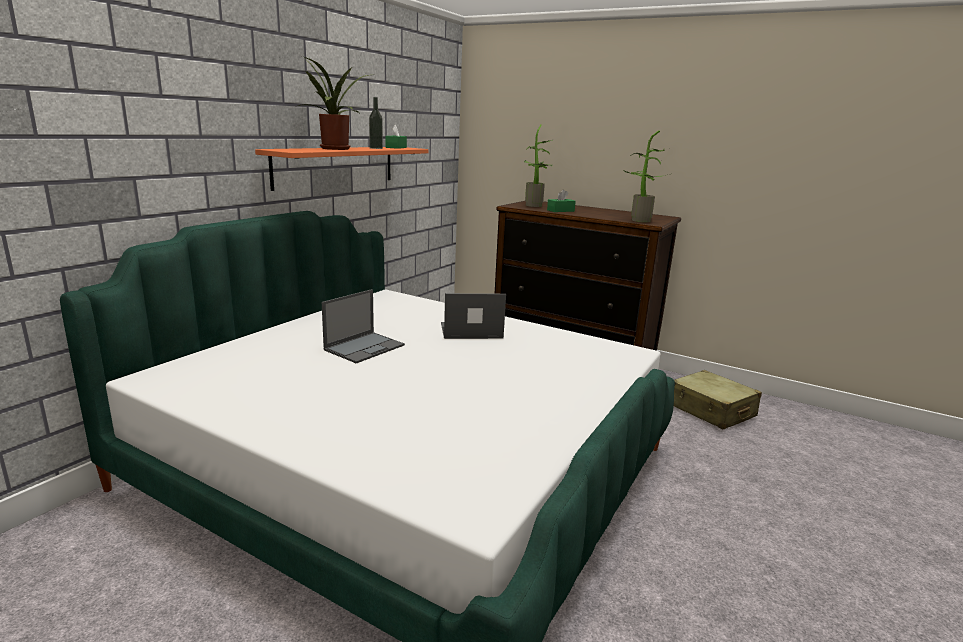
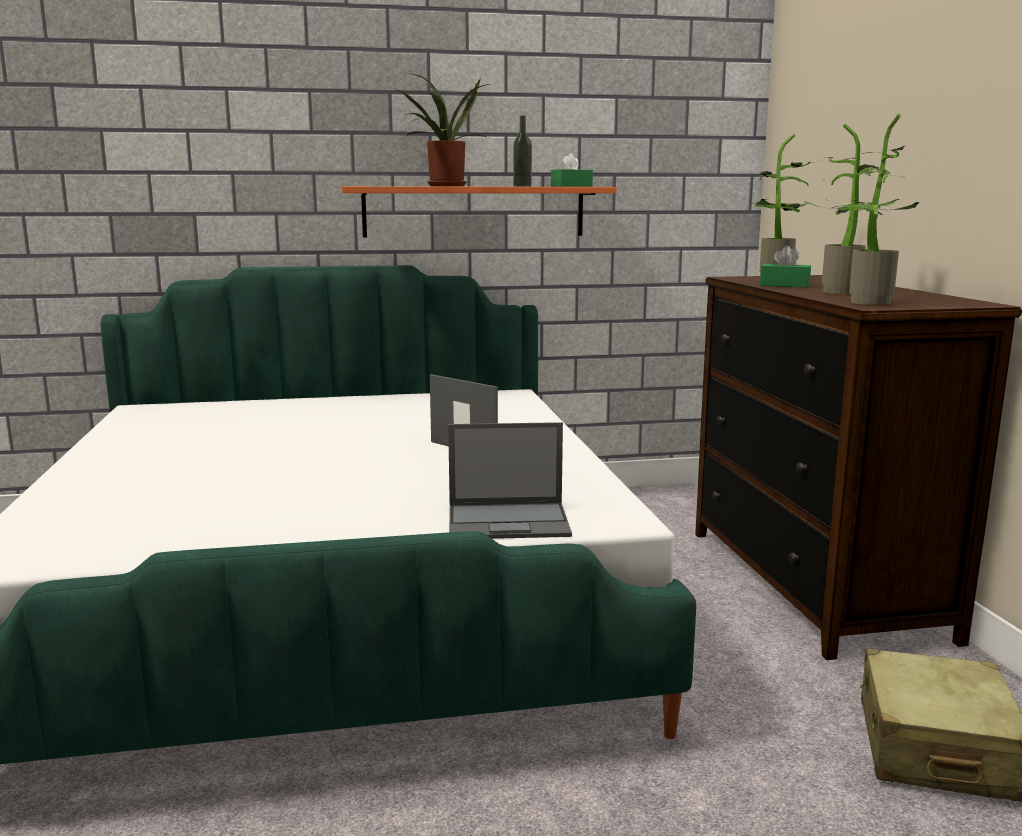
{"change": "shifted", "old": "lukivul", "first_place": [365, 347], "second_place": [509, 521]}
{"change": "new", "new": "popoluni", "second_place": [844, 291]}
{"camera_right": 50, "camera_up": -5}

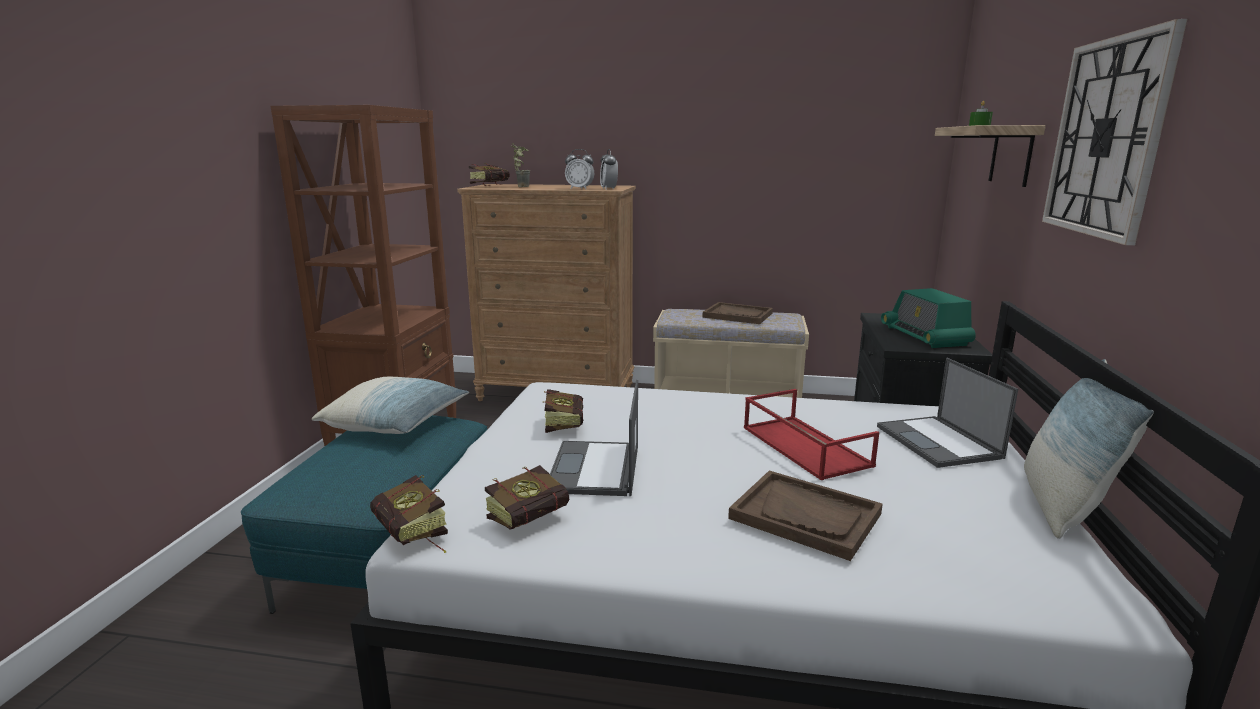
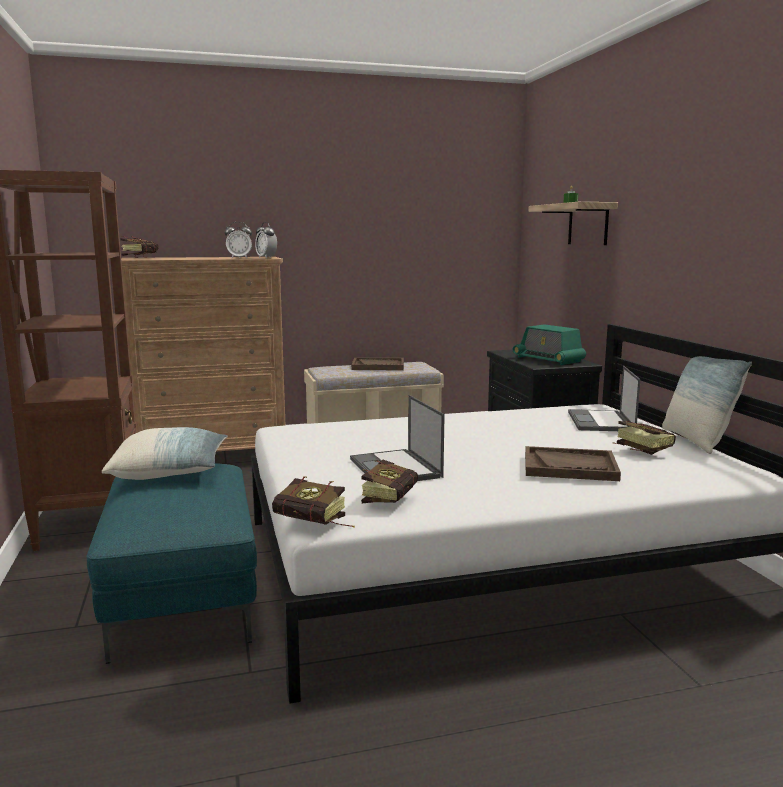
{"change": "gone", "old": "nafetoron", "first_place": [1106, 137]}
{"change": "gone", "old": "popoluni", "first_place": [521, 186]}
{"change": "rotated", "old": "lukivul", "first_place": [939, 442], "second_place": [601, 422], "degrees": 45}
{"change": "shifted", "old": "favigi", "first_place": [564, 424], "second_place": [639, 449]}
{"change": "gone", "old": "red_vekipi", "first_place": [803, 446]}
{"camera_right": -25, "camera_up": -5}

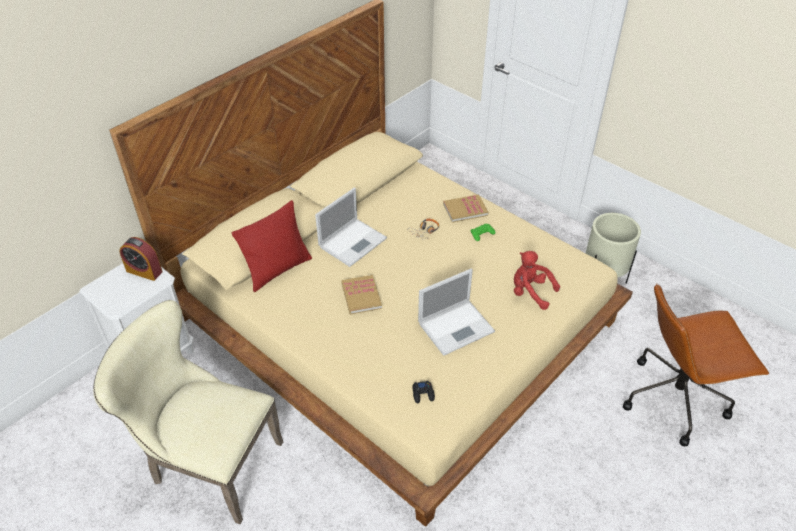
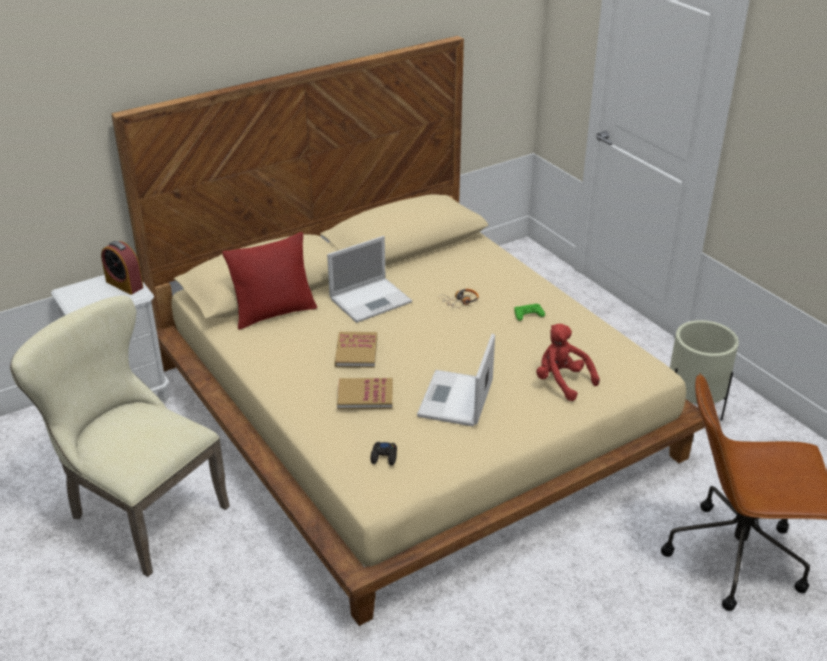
{"change": "shifted", "old": "favigi", "first_place": [465, 209], "second_place": [365, 395]}
{"change": "rotated", "old": "lukivul", "first_place": [457, 326], "second_place": [455, 400], "degrees": 120}
{"camera_right": 15, "camera_up": -10}

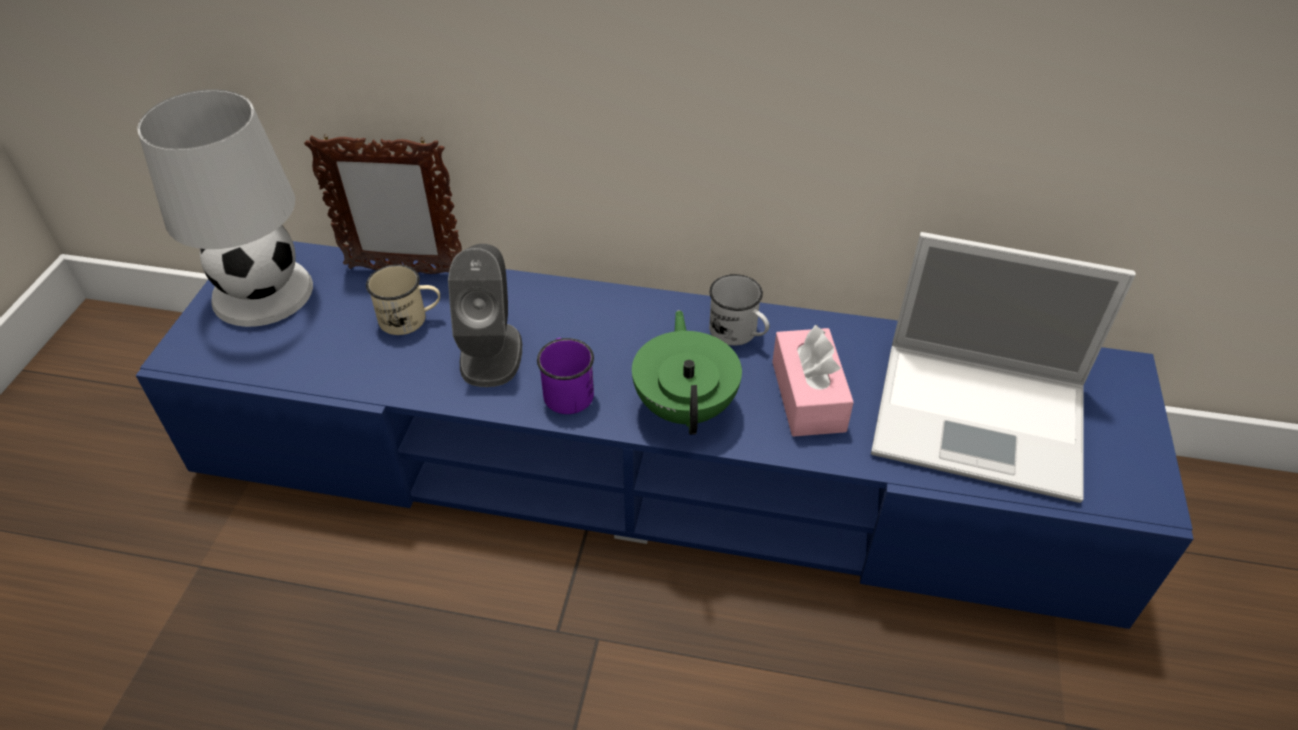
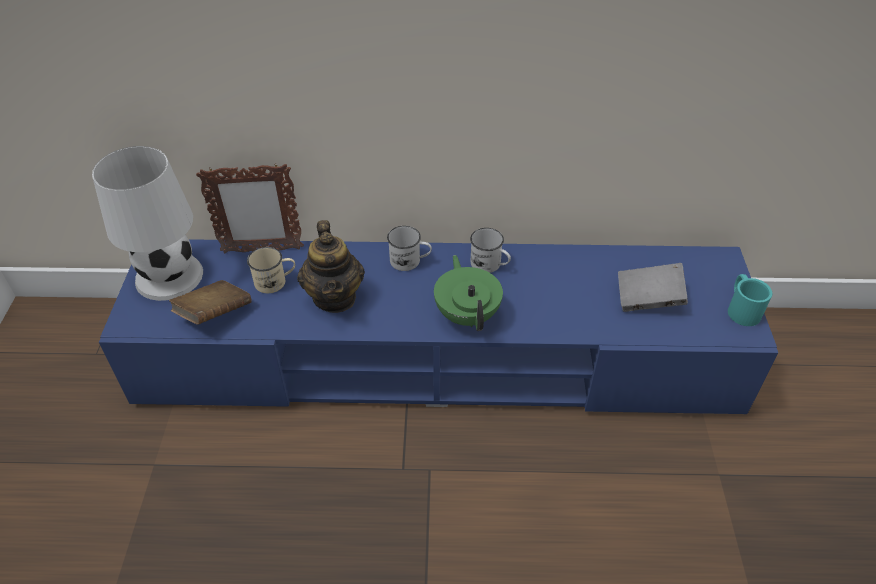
{"change": "swapped", "old": "lukivul", "new": "grey_favigi", "first_place": [984, 419], "second_place": [648, 299]}
{"change": "swapped", "old": "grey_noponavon", "new": "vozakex", "first_place": [491, 353], "second_place": [335, 297]}
{"change": "gone", "old": "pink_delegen", "first_place": [808, 396]}
{"change": "gone", "old": "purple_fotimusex", "first_place": [567, 389]}
{"change": "new", "new": "white_fotimusex", "second_place": [410, 261]}
{"change": "new", "new": "turquoise_fotimusex", "second_place": [741, 308]}
{"change": "new", "new": "brown_favigi", "second_place": [214, 314]}
{"camera_right": -10, "camera_up": 0}

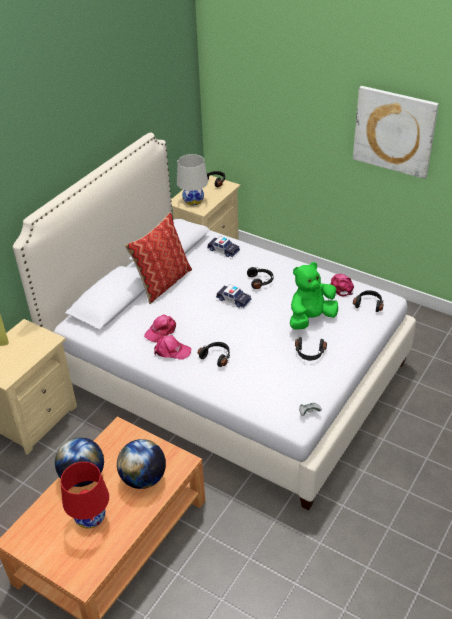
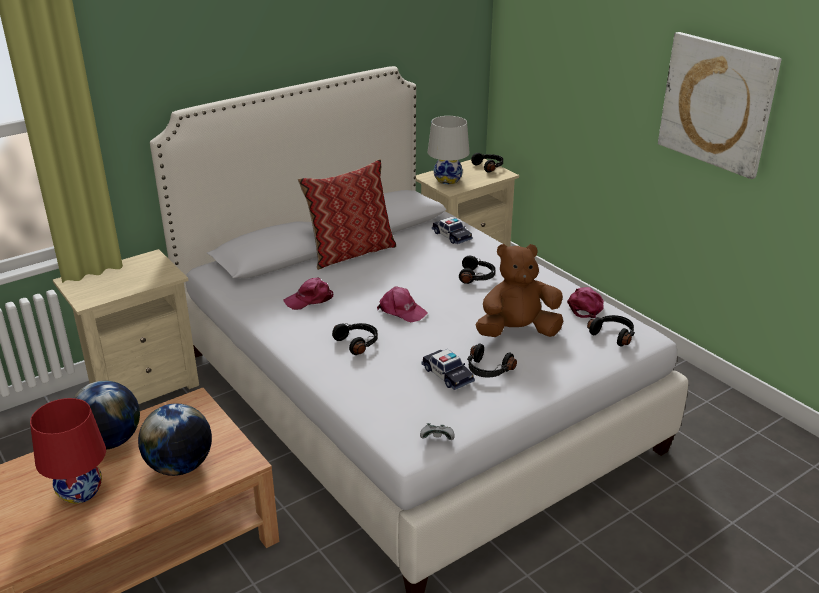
{"change": "repainted", "old": "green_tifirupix", "new": "brown_tifirupix", "first_place": [311, 318], "second_place": [517, 332]}
{"change": "shifted", "old": "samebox", "first_place": [233, 299], "second_place": [447, 375]}
{"change": "shifted", "old": "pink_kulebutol", "first_place": [172, 351], "second_place": [402, 311]}
{"camera_right": 20, "camera_up": -10}

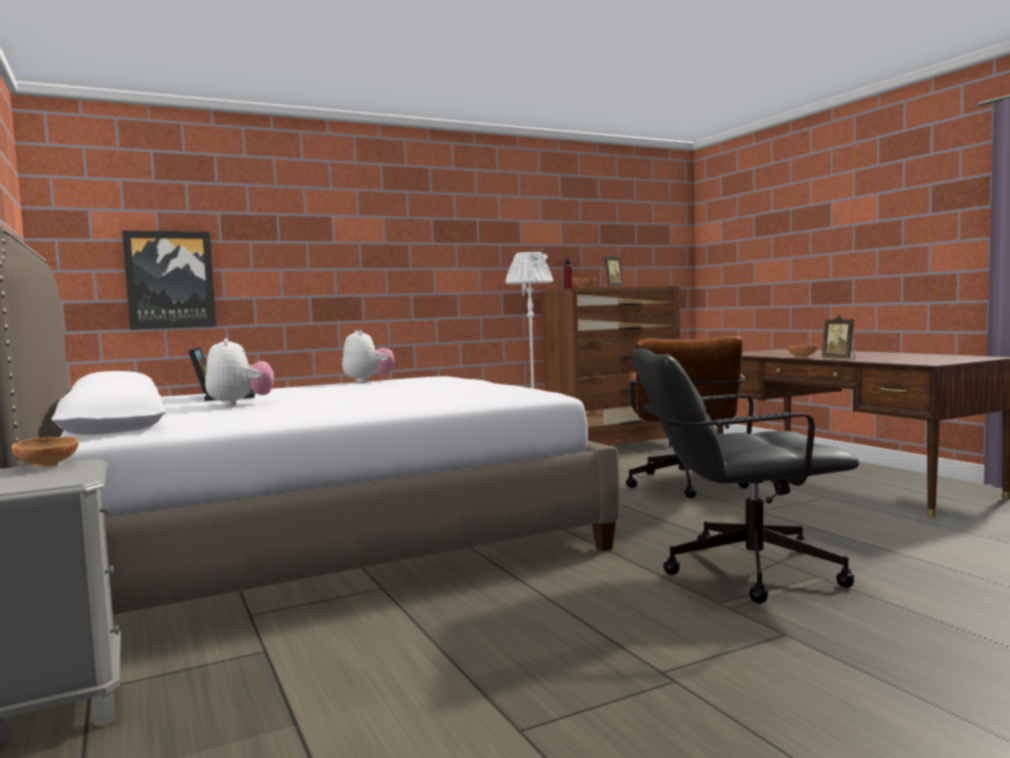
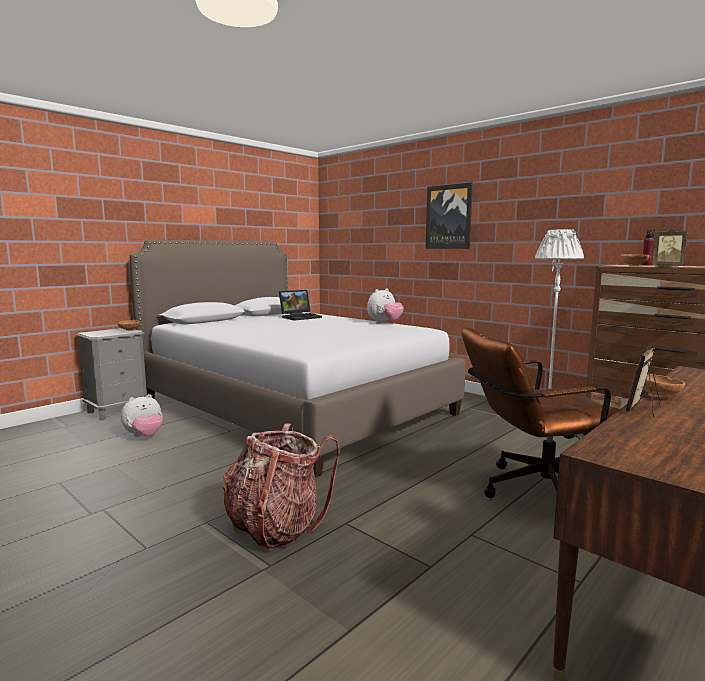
{"change": "shifted", "old": "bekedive", "first_place": [170, 280], "second_place": [449, 217]}
{"change": "shifted", "old": "tifirupix", "first_place": [240, 404], "second_place": [144, 436]}
{"change": "swapped", "old": "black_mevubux", "new": "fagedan", "first_place": [737, 571], "second_place": [276, 527]}
{"camera_right": 70, "camera_up": 5}

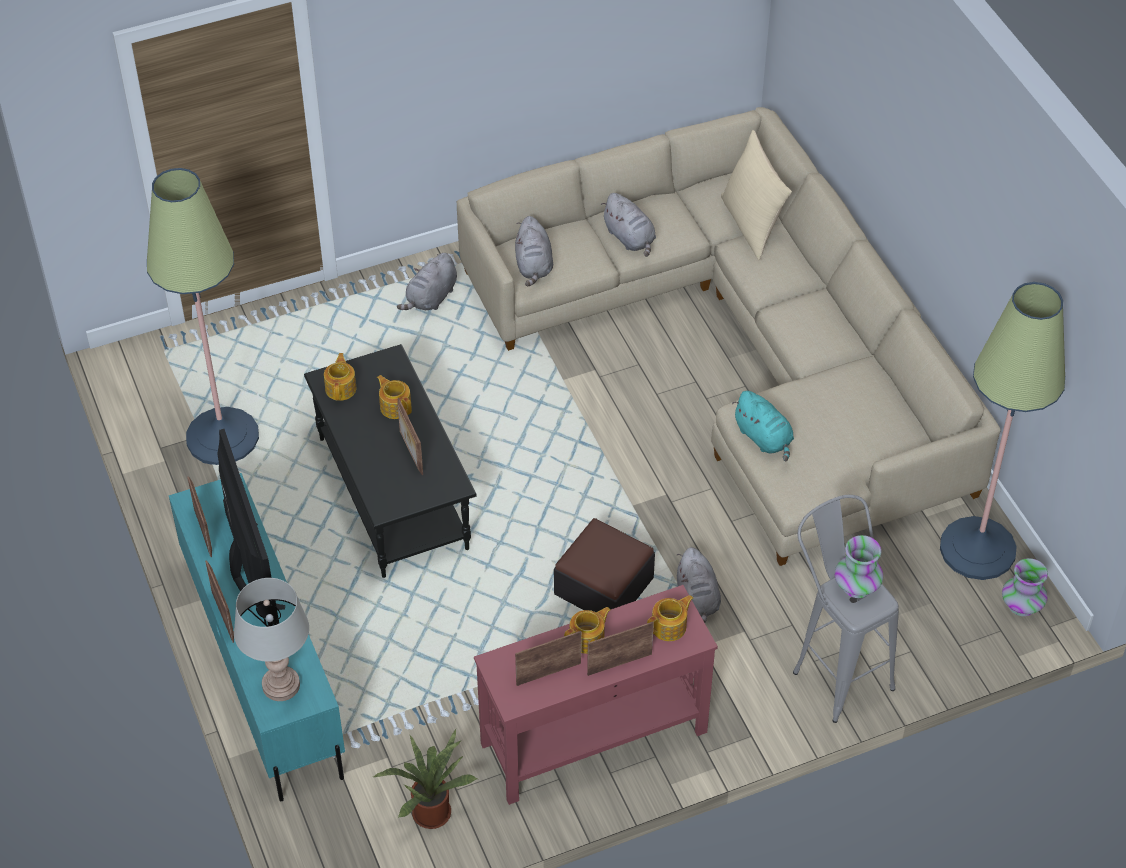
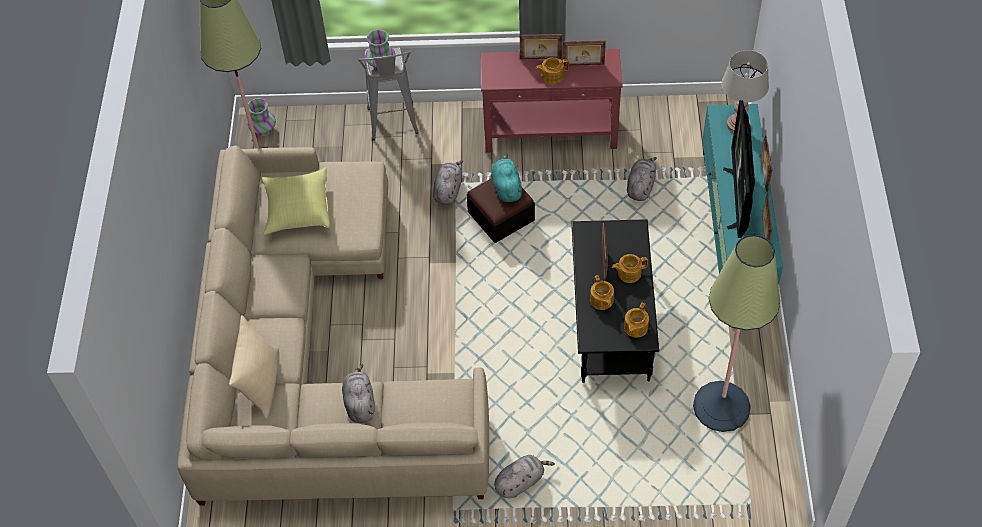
{"change": "shifted", "old": "grey_tifirupix", "first_place": [534, 266], "second_place": [640, 186]}
{"change": "shifted", "old": "turquoise_tifirupix", "first_place": [764, 438], "second_place": [506, 187]}
{"change": "shifted", "old": "vozakex", "first_place": [669, 627], "second_place": [628, 273]}
{"change": "gone", "old": "popoluni", "first_place": [430, 809]}
{"change": "new", "new": "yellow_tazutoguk", "second_place": [297, 210]}
{"camera_right": -155, "camera_up": 5}

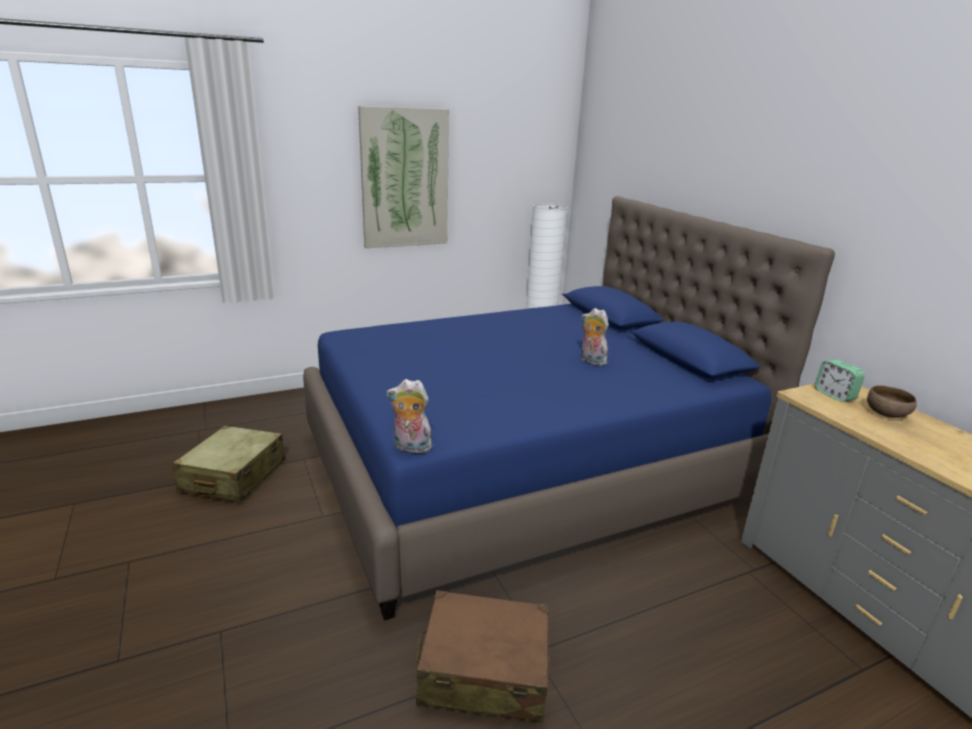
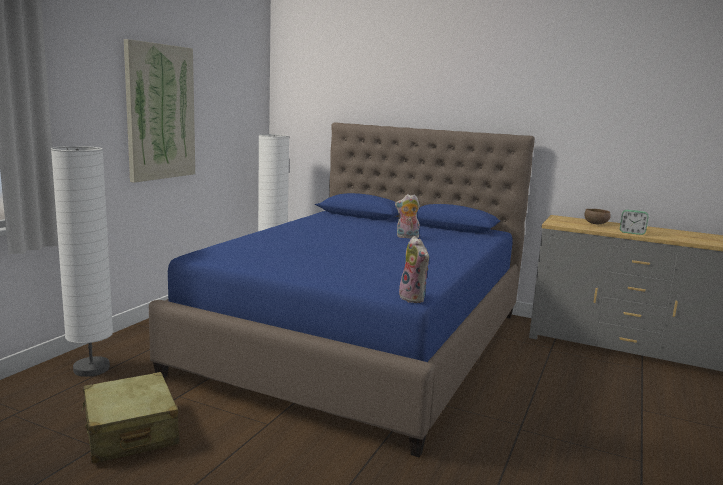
{"change": "shifted", "old": "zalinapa", "first_place": [834, 395], "second_place": [632, 233]}
{"change": "rotated", "old": "tifirupix", "first_place": [410, 448], "second_place": [414, 298], "degrees": -90}
{"change": "gone", "old": "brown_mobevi", "first_place": [483, 670]}
{"change": "new", "new": "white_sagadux", "second_place": [91, 369]}
{"camera_right": -40, "camera_up": -10}

